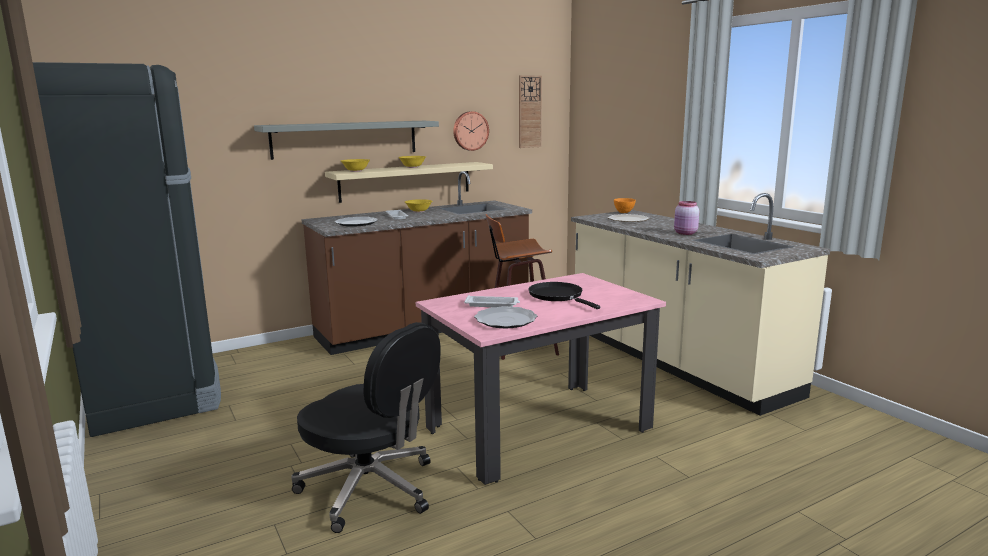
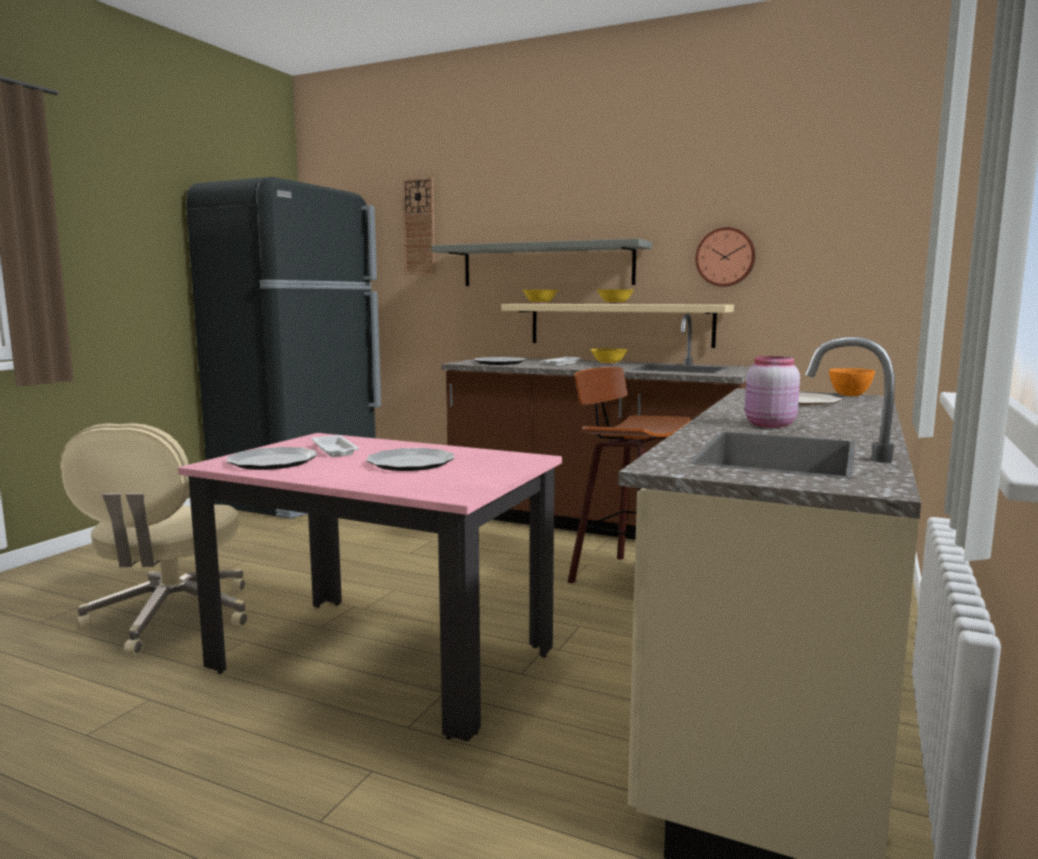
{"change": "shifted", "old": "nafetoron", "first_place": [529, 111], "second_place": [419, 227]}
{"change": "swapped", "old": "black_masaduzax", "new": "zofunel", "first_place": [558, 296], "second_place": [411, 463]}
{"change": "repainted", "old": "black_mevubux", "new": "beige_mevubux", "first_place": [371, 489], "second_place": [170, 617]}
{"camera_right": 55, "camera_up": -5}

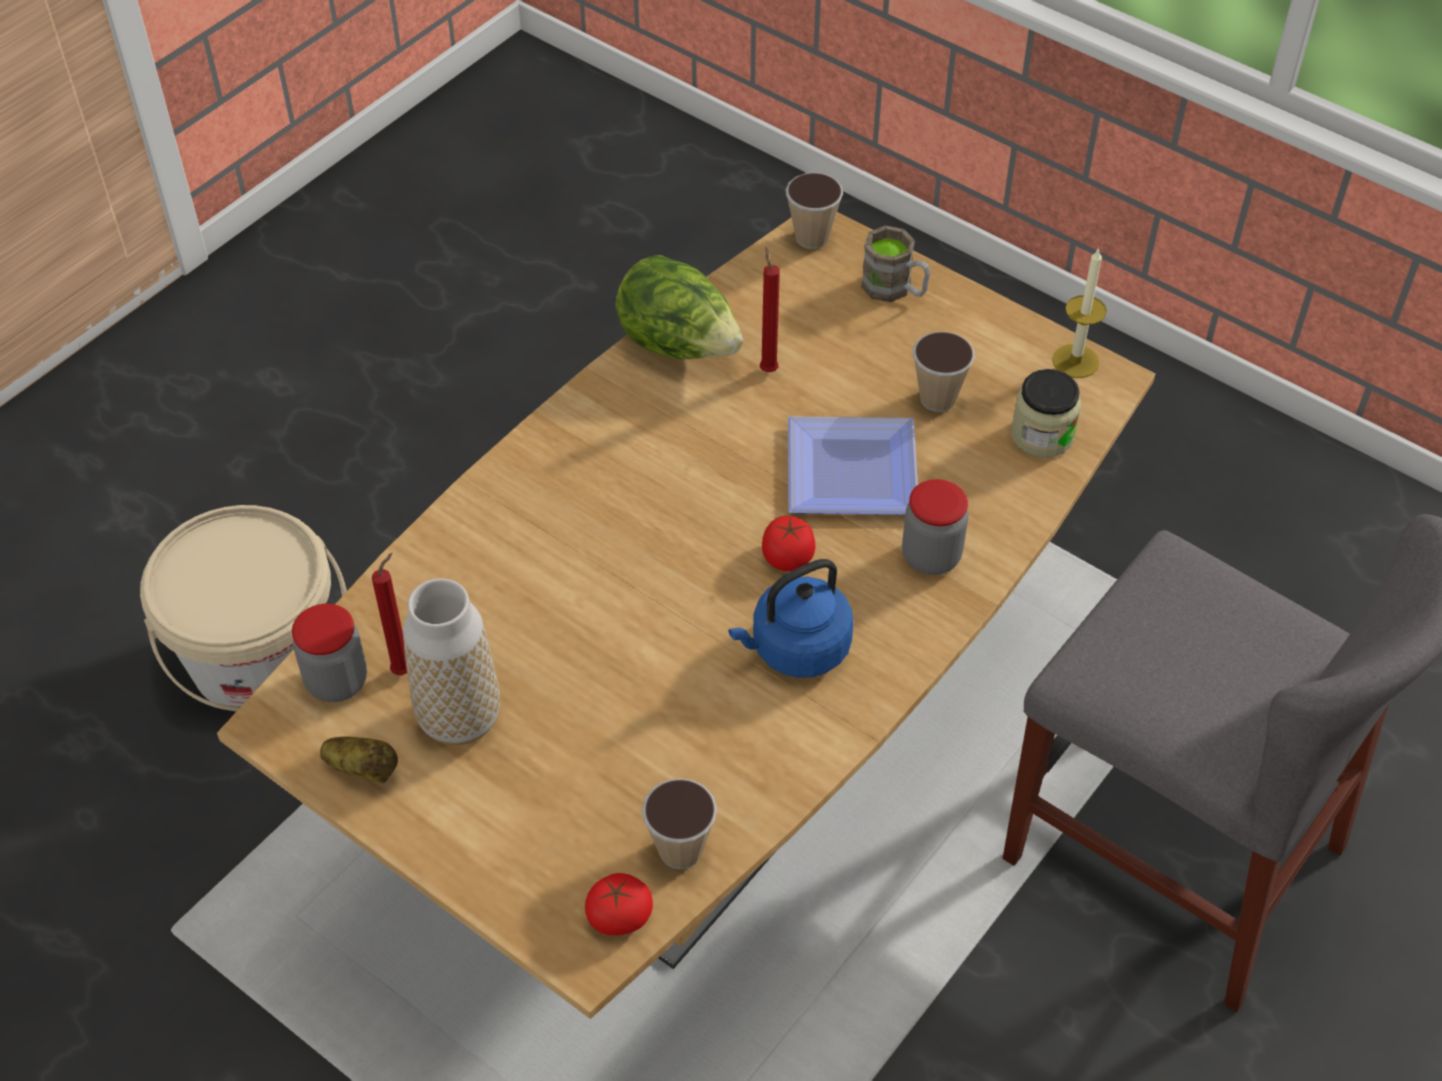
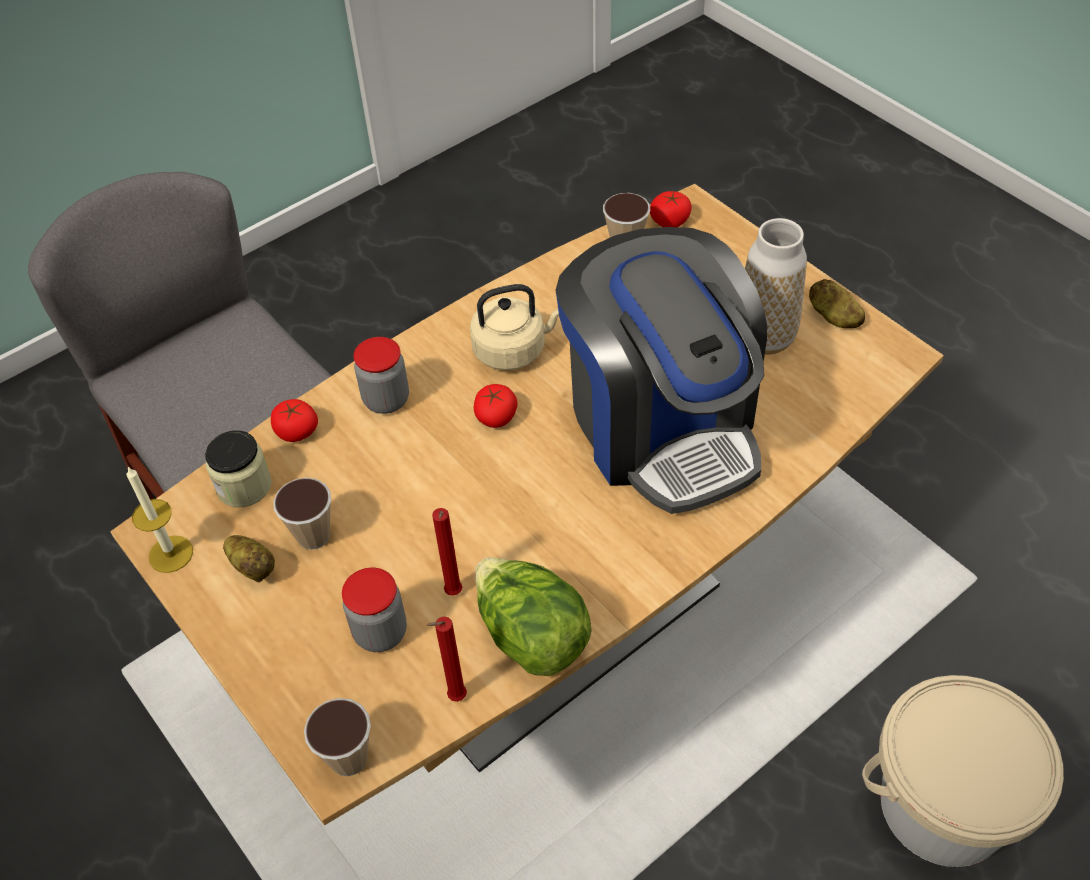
{"change": "gone", "old": "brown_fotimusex", "first_place": [895, 289]}
{"change": "gone", "old": "zofunel", "first_place": [847, 474]}
{"change": "shifted", "old": "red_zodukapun", "first_place": [404, 669], "second_place": [454, 698]}
{"change": "repainted", "old": "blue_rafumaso", "new": "beige_rafumaso", "first_place": [795, 649], "second_place": [513, 350]}
{"change": "shifted", "old": "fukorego", "first_place": [337, 681], "second_place": [380, 632]}
{"change": "new", "new": "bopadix", "second_place": [662, 425]}
{"change": "new", "new": "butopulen", "second_place": [297, 431]}
{"change": "new", "new": "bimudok", "second_place": [253, 566]}
{"camera_right": -165, "camera_up": 0}

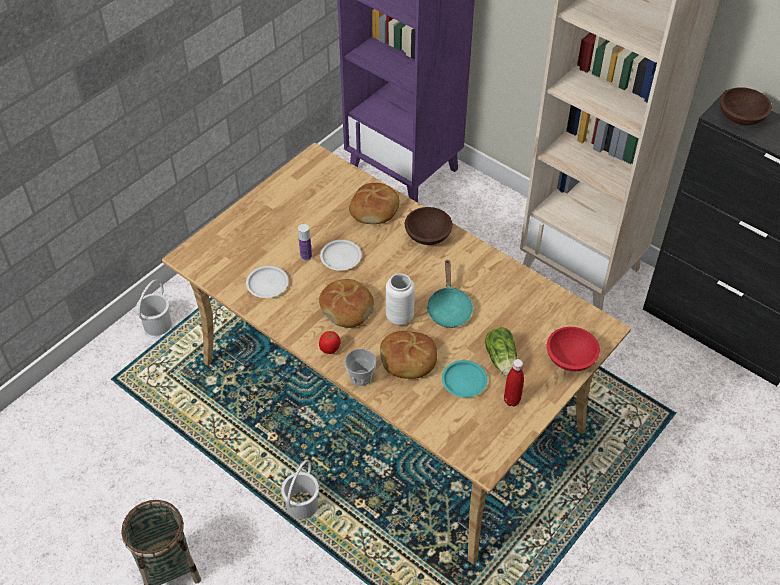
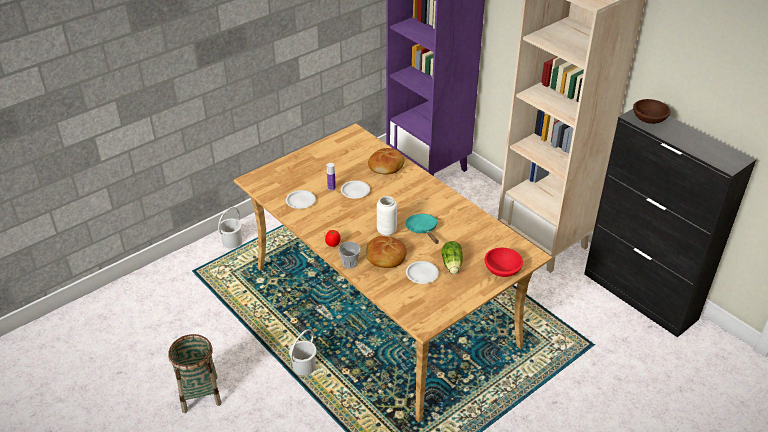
{"change": "gone", "old": "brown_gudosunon", "first_place": [428, 235]}
{"change": "rotated", "old": "turquoise_masaduzax", "first_place": [449, 308], "second_place": [422, 230], "degrees": 150}
{"change": "gone", "old": "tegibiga", "first_place": [347, 308]}
{"change": "gone", "old": "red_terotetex", "first_place": [512, 400]}
{"change": "repainted", "old": "turquoise_zofunel", "new": "white_zofunel", "first_place": [464, 381], "second_place": [421, 274]}
{"camera_right": 10, "camera_up": -10}

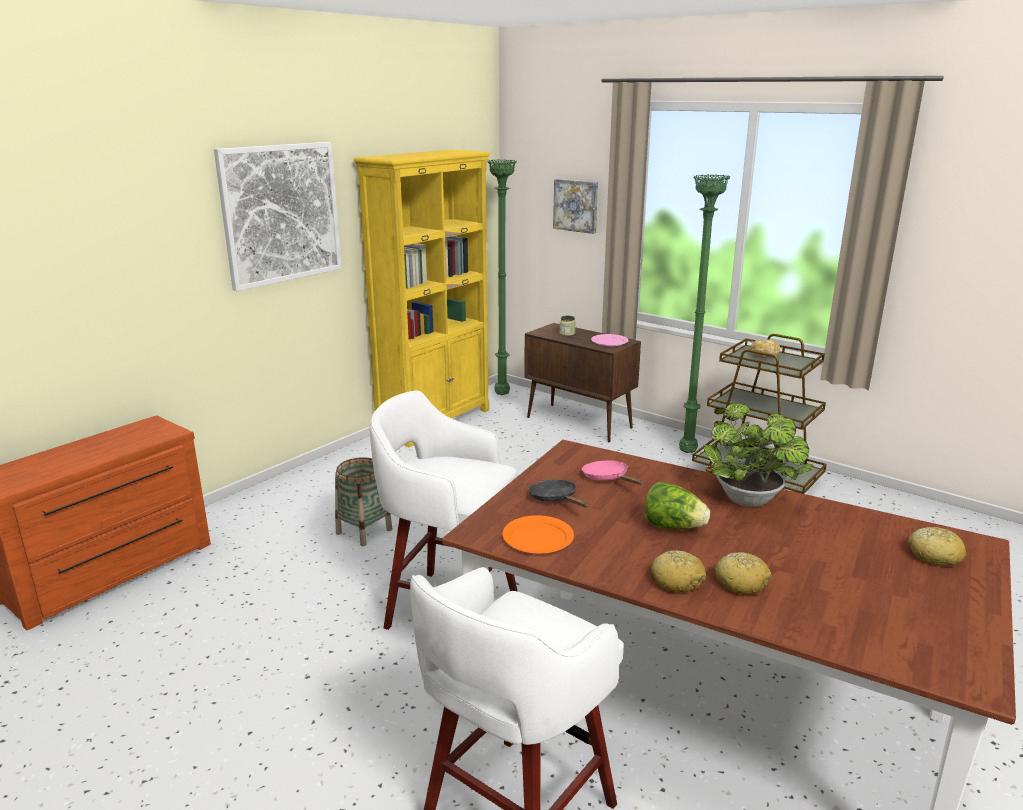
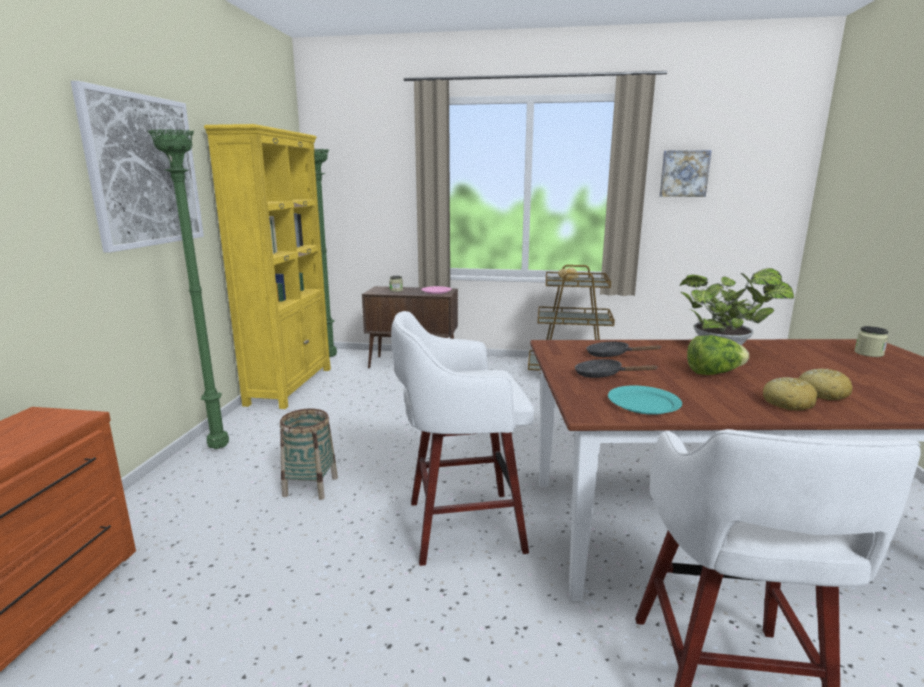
{"change": "shifted", "old": "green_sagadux", "first_place": [686, 452], "second_place": [217, 448]}
{"change": "shifted", "old": "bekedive", "first_place": [576, 205], "second_place": [684, 173]}
{"change": "repainted", "old": "pink_masaduzax", "new": "black_masaduzax", "first_place": [608, 478], "second_place": [612, 355]}
{"change": "repainted", "old": "orange_zofunel", "new": "turquoise_zofunel", "first_place": [537, 537], "second_place": [643, 403]}
{"change": "swapped", "old": "tegibiga", "new": "fukorego", "first_place": [934, 555], "second_place": [868, 353]}
{"camera_right": -30, "camera_up": -5}

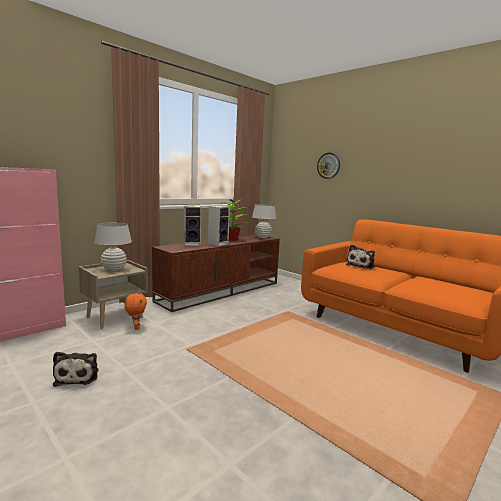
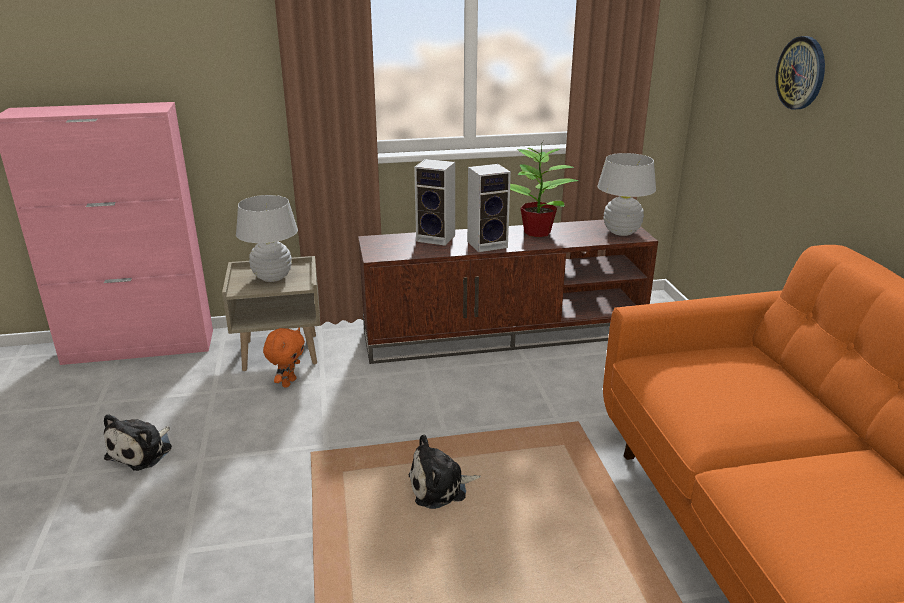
{"change": "shifted", "old": "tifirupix", "first_place": [361, 266], "second_place": [441, 487]}
{"camera_right": 35, "camera_up": 15}

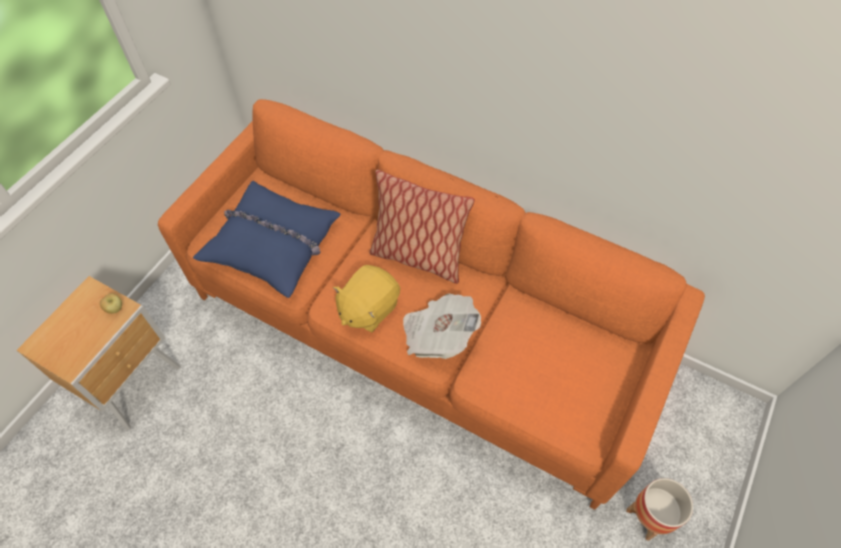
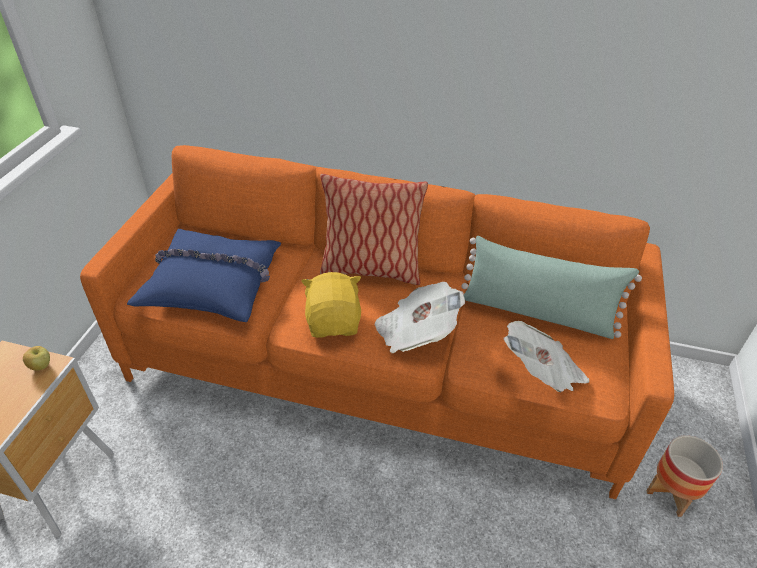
{"change": "rotated", "old": "yellow_tifirupix", "first_place": [368, 308], "second_place": [334, 322], "degrees": 150}
{"change": "new", "new": "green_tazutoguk", "second_place": [537, 312]}
{"change": "new", "new": "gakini", "second_place": [542, 373]}
{"camera_right": -15, "camera_up": -15}

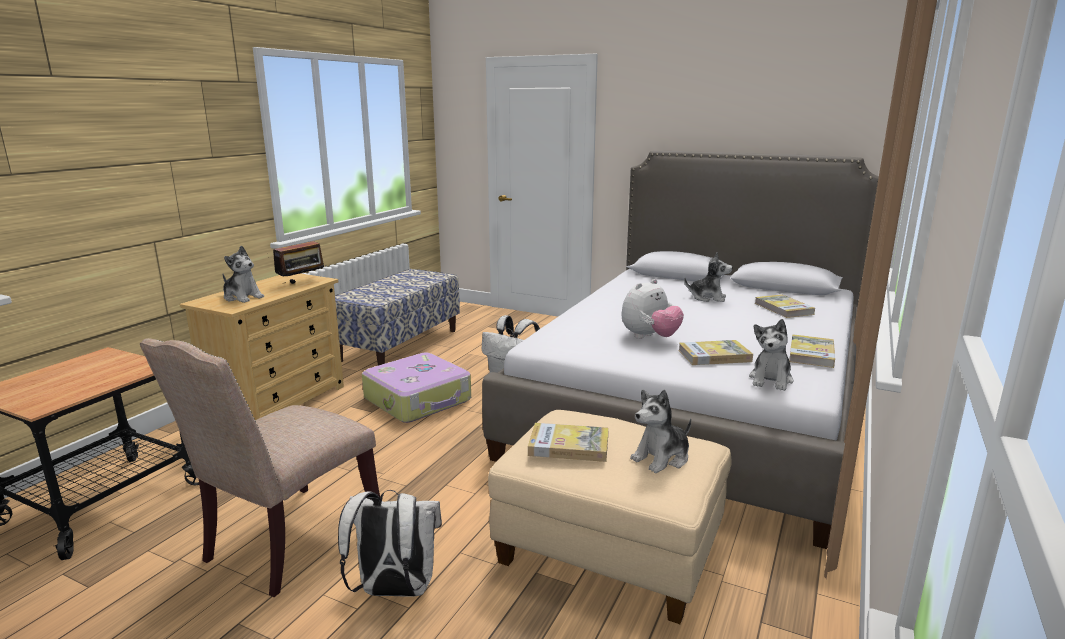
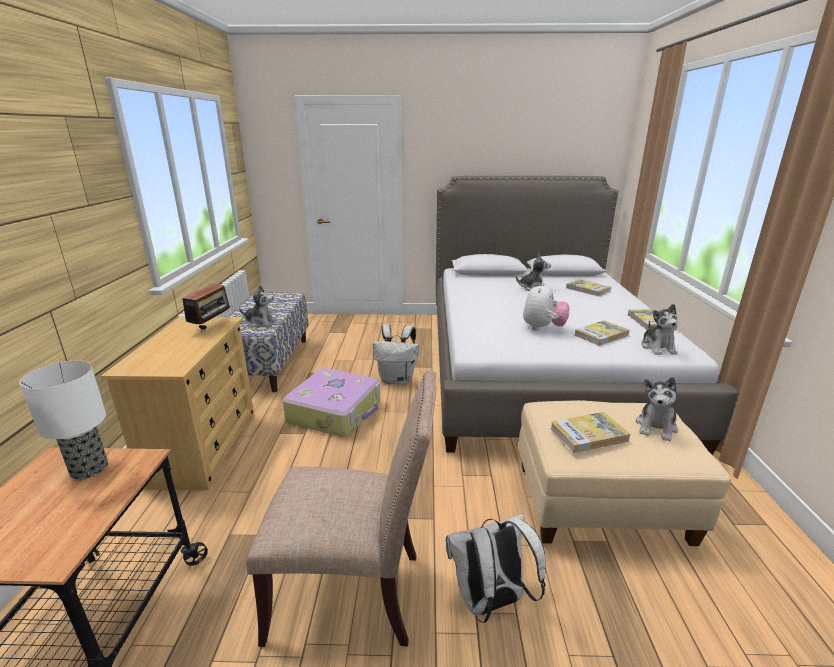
{"change": "shifted", "old": "tifirupix", "first_place": [243, 297], "second_place": [260, 322]}
{"change": "rotated", "old": "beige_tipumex", "first_place": [288, 543], "second_place": [354, 592], "degrees": -90}
{"change": "new", "new": "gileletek", "second_place": [90, 468]}
{"camera_right": -25, "camera_up": 5}

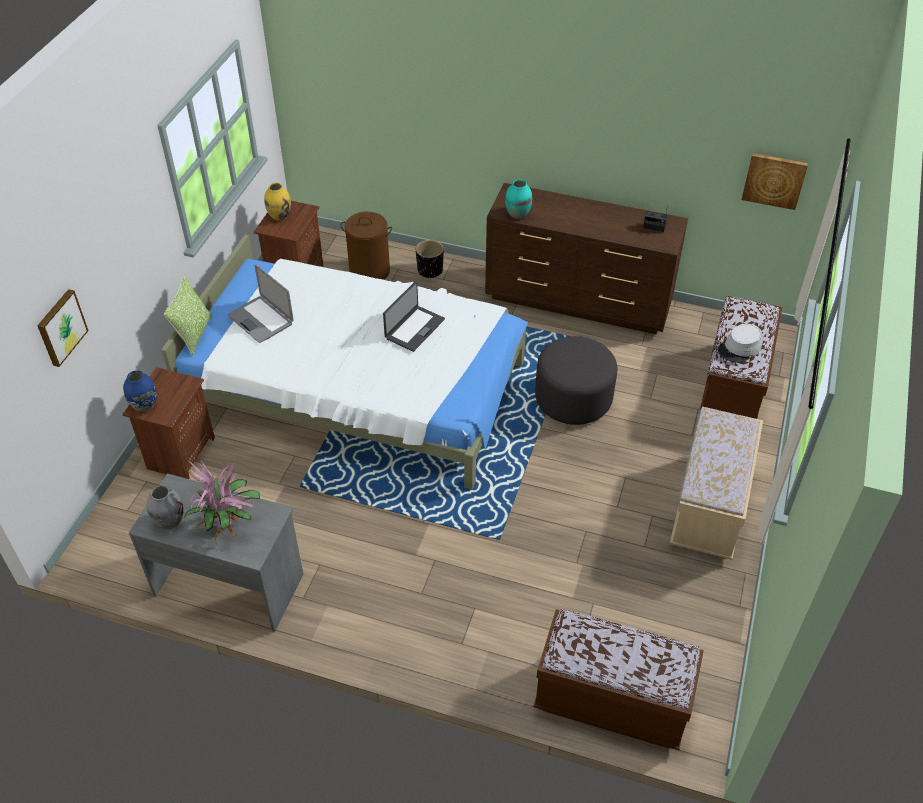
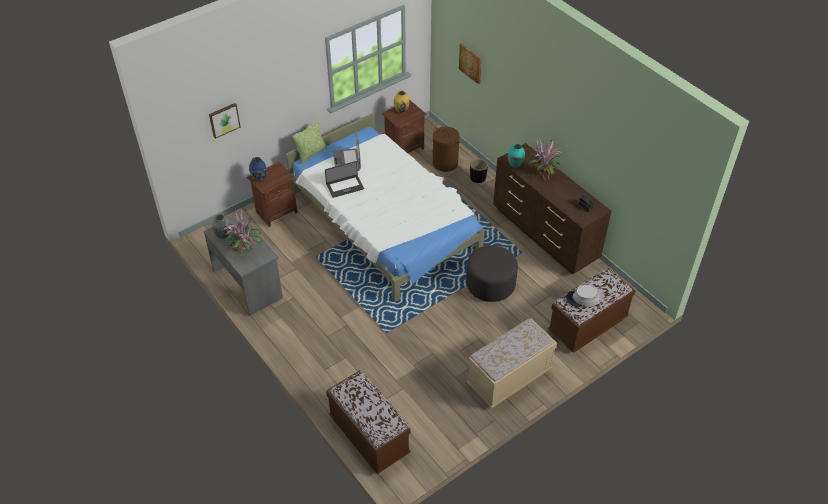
{"change": "shifted", "old": "bekedive", "first_place": [774, 180], "second_place": [471, 63]}
{"change": "shifted", "old": "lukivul", "first_place": [414, 328], "second_place": [345, 186]}
{"change": "new", "new": "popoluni", "second_place": [543, 172]}
{"camera_right": 35, "camera_up": 0}

